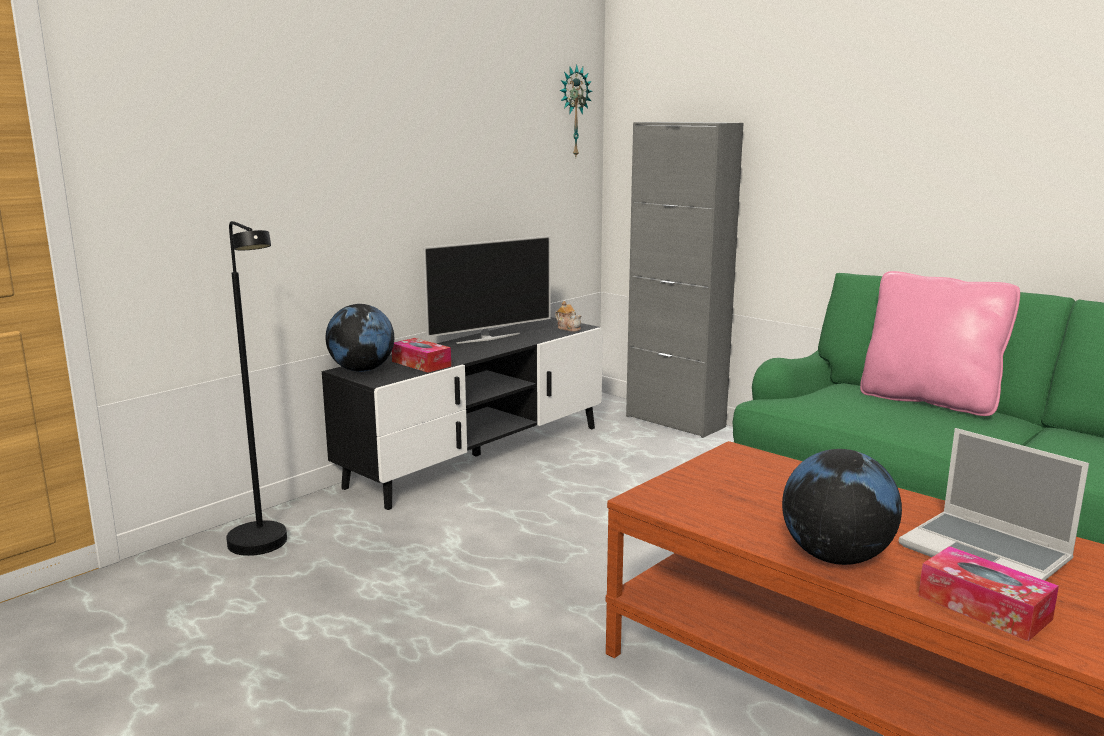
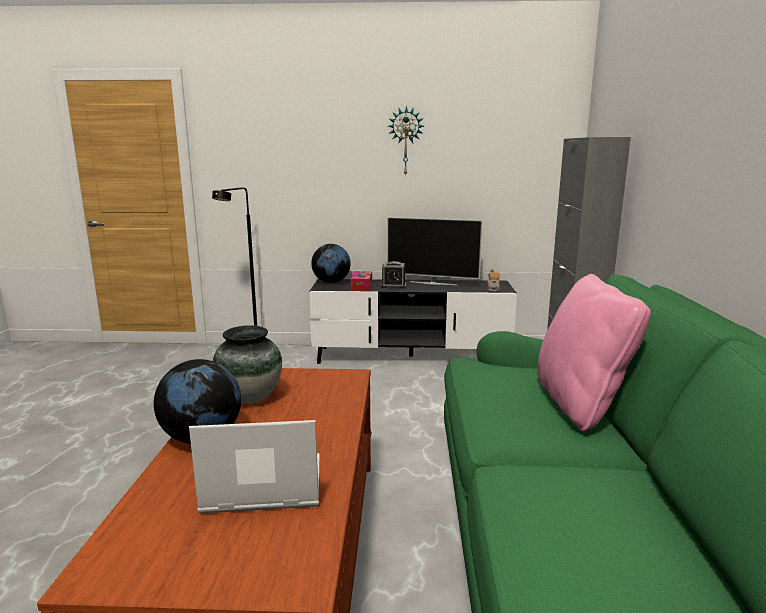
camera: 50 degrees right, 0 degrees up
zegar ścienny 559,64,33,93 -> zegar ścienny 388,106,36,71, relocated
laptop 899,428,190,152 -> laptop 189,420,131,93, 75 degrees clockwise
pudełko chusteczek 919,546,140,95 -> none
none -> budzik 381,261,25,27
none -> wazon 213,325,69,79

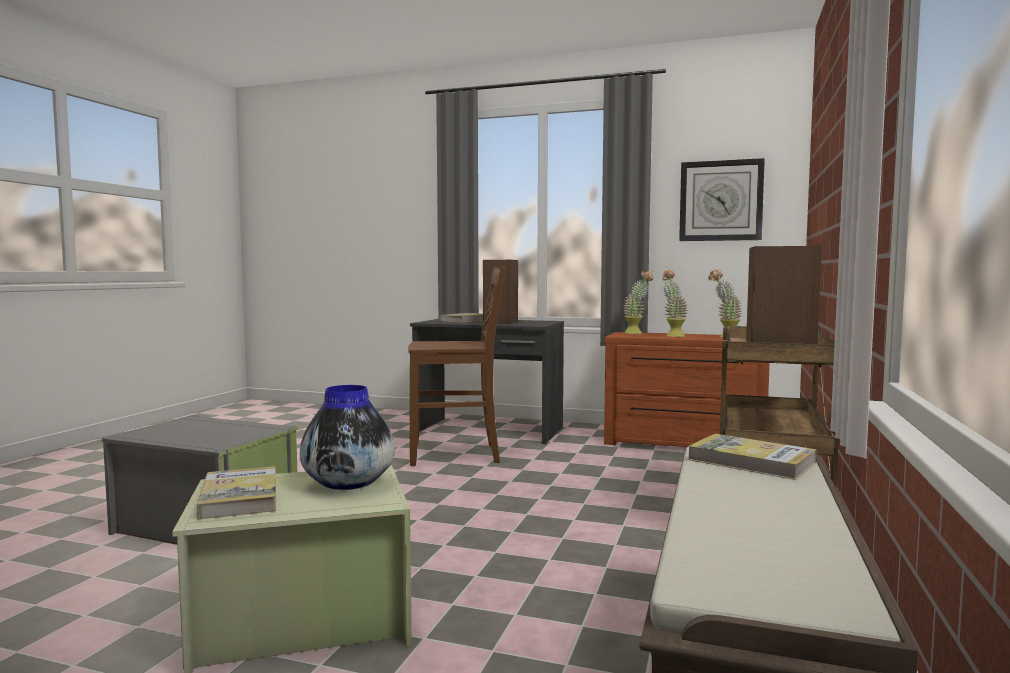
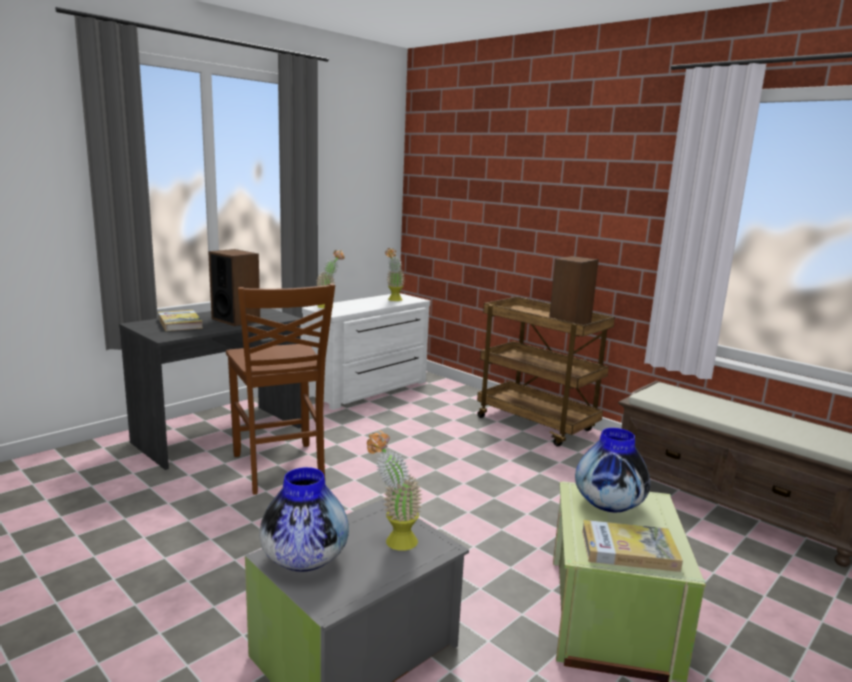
camera: 65 degrees left, 10 degrees up
zegar ścienny 679,158,86,83 -> none
krzesło (brązowy) 408,267,98,199 -> krzesło (brązowy) 226,283,109,212, 135 degrees clockwise
roślina doniczkowa 662,270,26,67 -> roślina doniczkowa 367,431,55,120, relocated
komoda (brązowy) 604,332,166,115 -> komoda (biały) 302,293,128,117
książka 688,434,128,46 -> none
none -> wazon 259,467,90,105

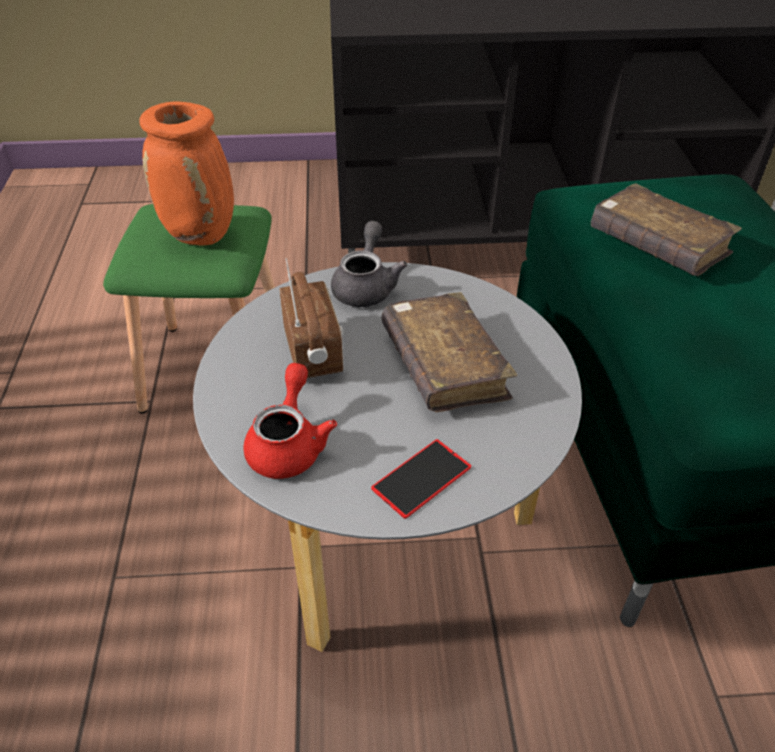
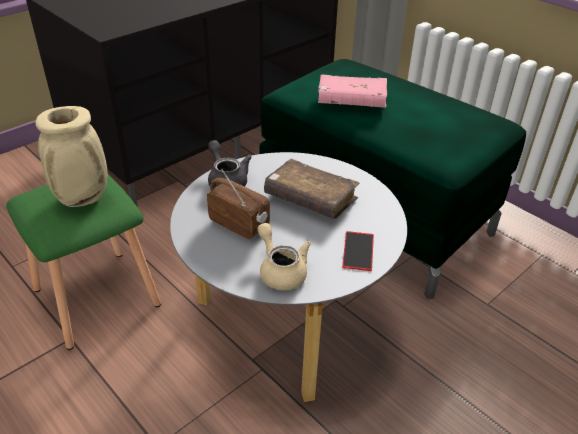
camera: 40 degrees left, 5 degrees down
wazon (pomarańczowy) 139,102,95,143 -> wazon (beżowy) 35,106,73,101
książka (brązowy) 591,183,151,93 -> książka (różowy) 318,74,69,34
imbryk (czerwony) 244,363,93,116 -> imbryk (beżowy) 258,223,53,67

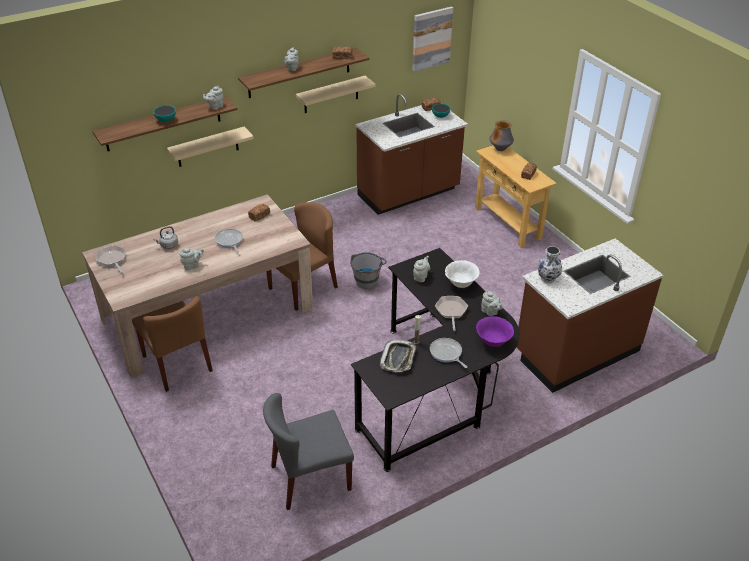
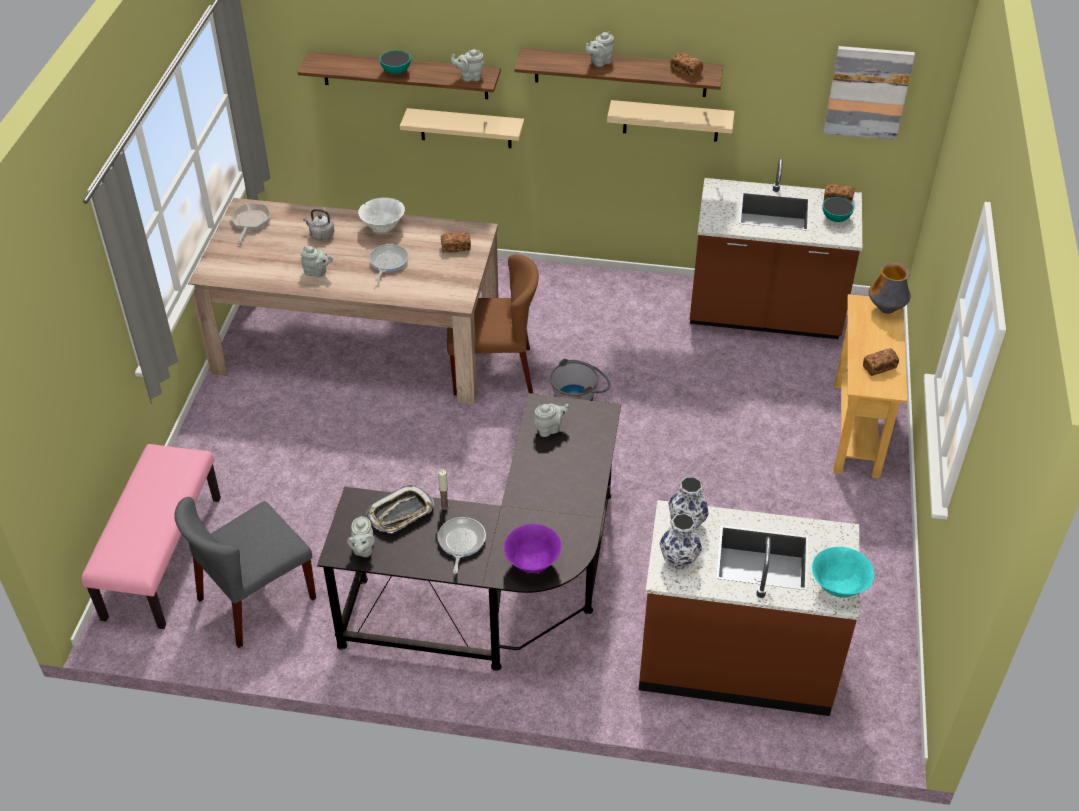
camera: 40 degrees right, 5 degrees up
miska (biały) 445,260,35,28 -> miska (biały) 358,198,47,34, relocated
imbryk (szary) 481,290,22,26 -> imbryk (szary) 347,516,28,41, relocated
krzesło (brązowy) 132,296,81,96 -> none
patelnia 435,296,33,35 -> none
krzesło (szary) 263,393,91,117 -> krzesło (szary) 175,497,141,151, 60 degrees counterclockwise
none -> ławka (różowy) 81,444,140,185
none -> wazon 659,513,43,58
none -> miska (turkusowy) 812,547,63,51

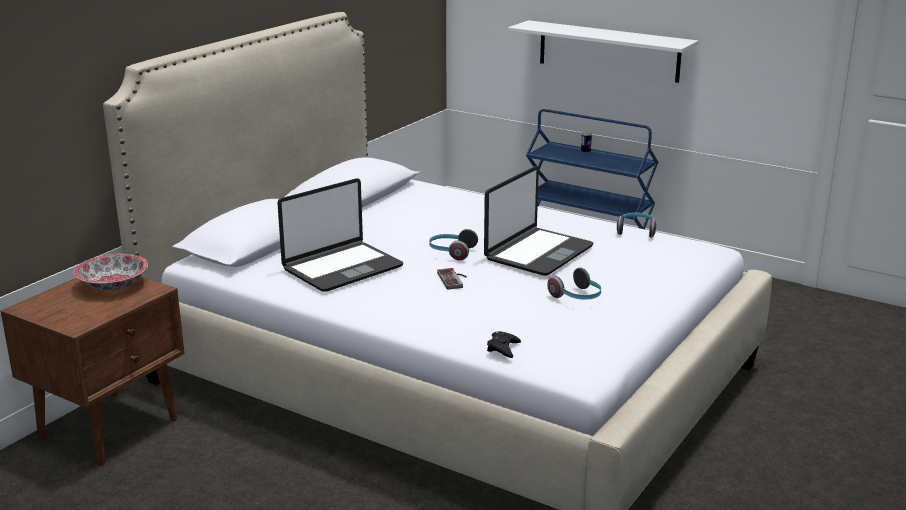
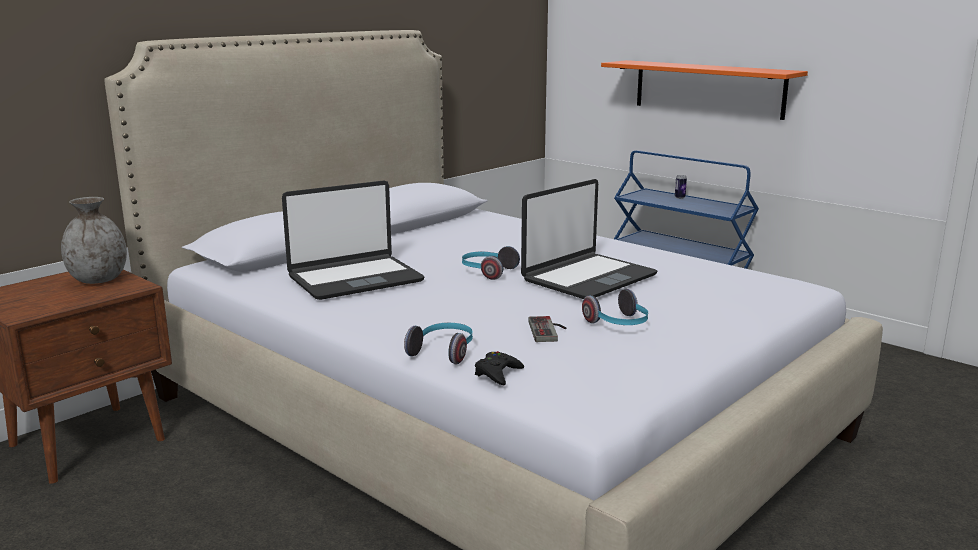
camera: 10 degrees right, 5 degrees down
półka (biały) 508,20,191,63 -> półka (pomarańczowy) 601,60,207,60
słuchawki 617,212,39,26 -> słuchawki 404,323,69,41, relocated
miska 74,254,74,37 -> wazon (szary) 61,197,66,87
pad do gier 437,268,30,22 -> pad do gier 528,316,38,26, relocated

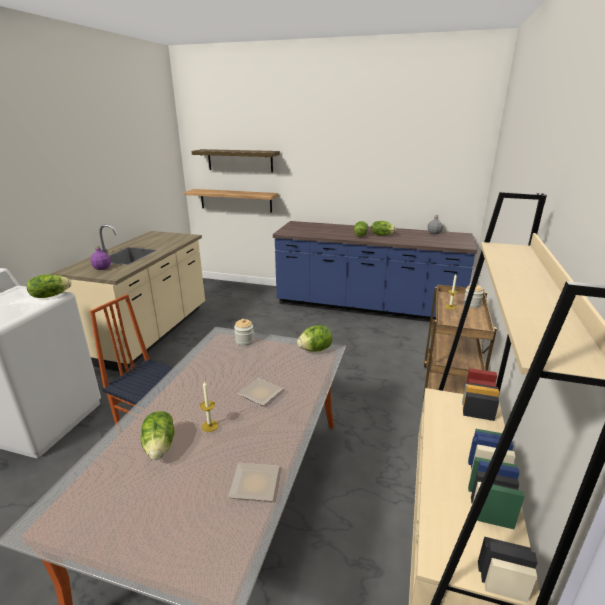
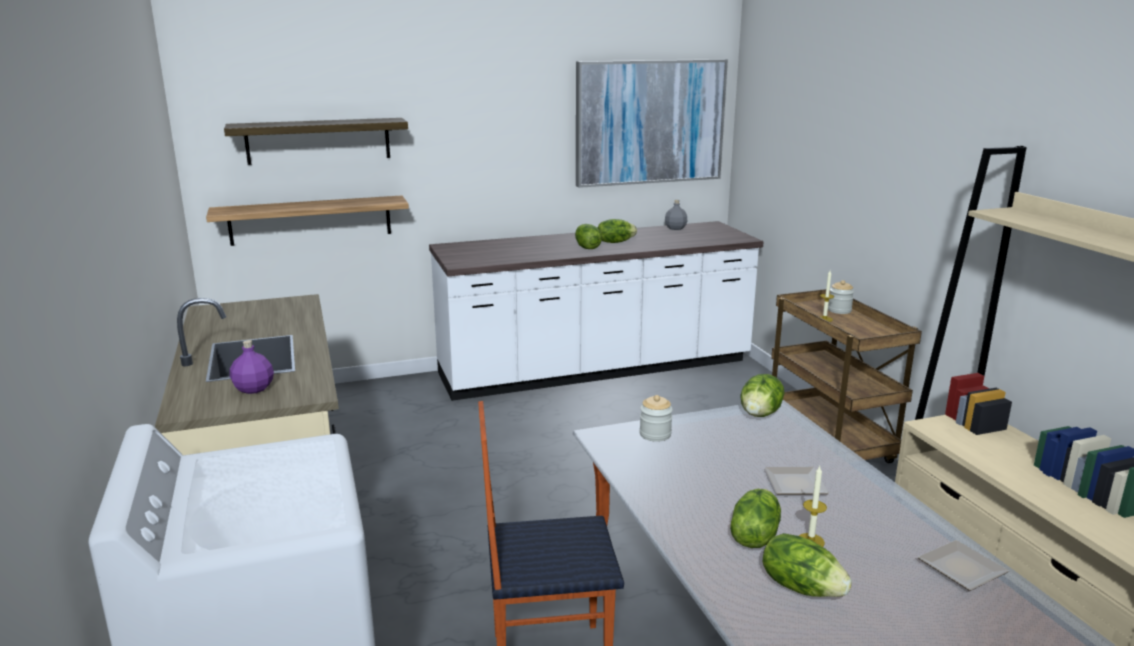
camera: 35 degrees left, 5 degrees down
zabudowa kuchenna (niebieski) 273,221,204,101 -> zabudowa kuchenna (biały) 429,221,335,180
sałata 27,274,44,24 -> sałata 730,489,51,59, relocated
none -> obraz 576,59,152,129

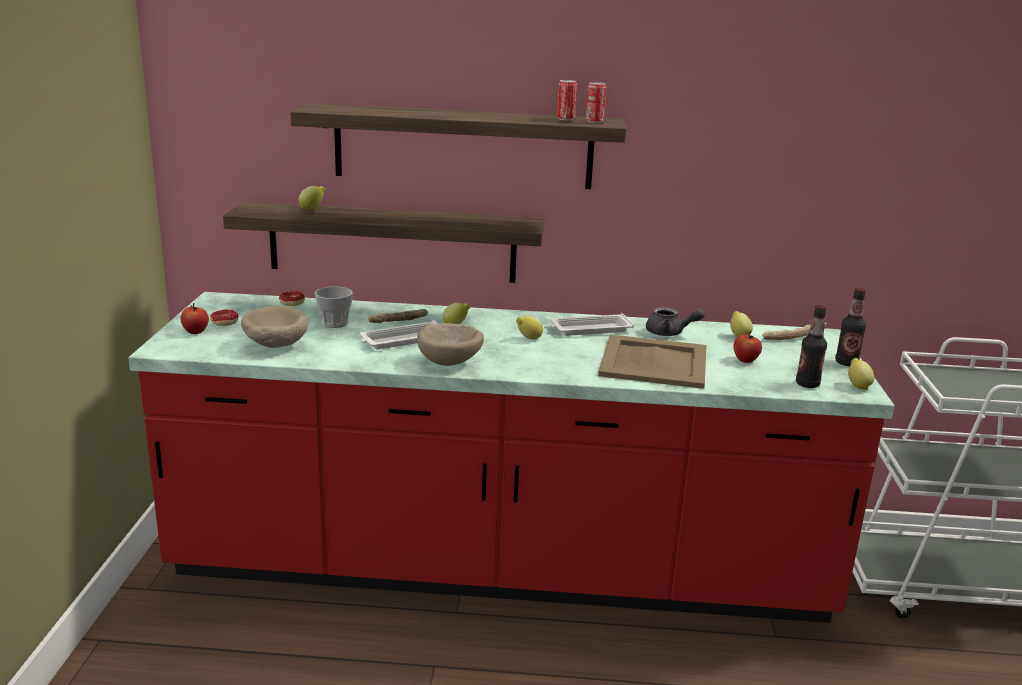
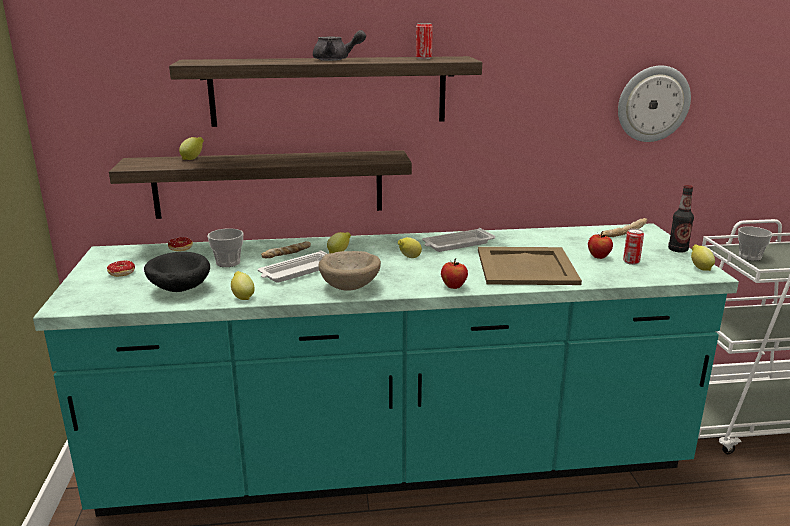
camera: 10 degrees left, 0 degrees up
puszka 586,82,20,41 -> puszka 623,228,21,37, relocated
zabudowa kuchenna (czerwony) 129,292,766,331 -> zabudowa kuchenna (turkusowy) 33,223,706,294
jabłko 181,303,28,31 -> jabłko 441,258,27,31, relocated
butelka 796,305,31,83 -> none
miska (beżowy) 241,306,67,42 -> miska (czarny) 144,252,66,40
imbryk (szary) 646,307,59,29 -> imbryk (szary) 313,30,53,31, relocated
cytryna 730,311,23,26 -> cytryna 231,271,24,29, relocated
none -> zegar ścienny 618,65,73,77
none -> filiżanka 738,226,35,35

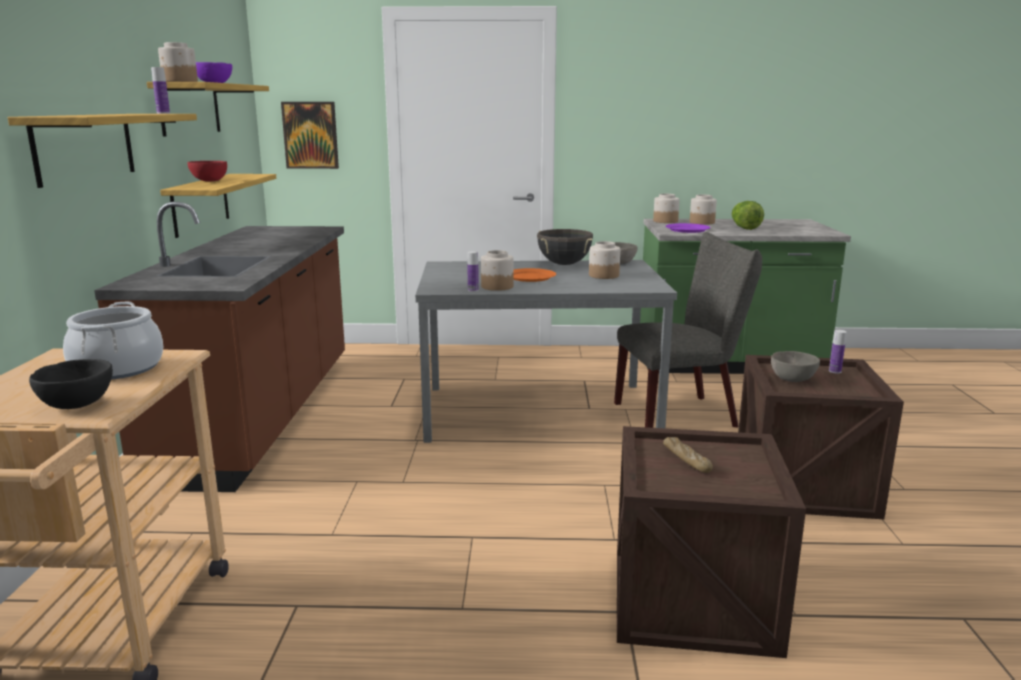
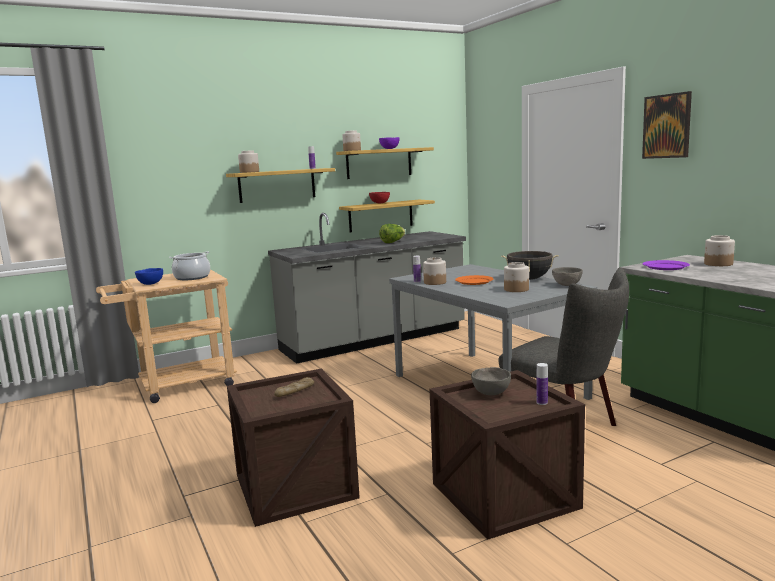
camera: 60 degrees right, 5 degrees down
obraz 281,102,58,67 -> obraz 642,91,50,68, relocated
słoik 653,194,27,29 -> słoik 238,150,21,23, relocated
sałata 732,201,32,29 -> sałata 379,224,26,19, relocated
zabudowa kuchenna (brązowy) 94,202,251,290 -> zabudowa kuchenna (szary) 268,213,198,151
miska (czarny) 29,359,84,50 -> miska (niebieski) 135,268,28,17

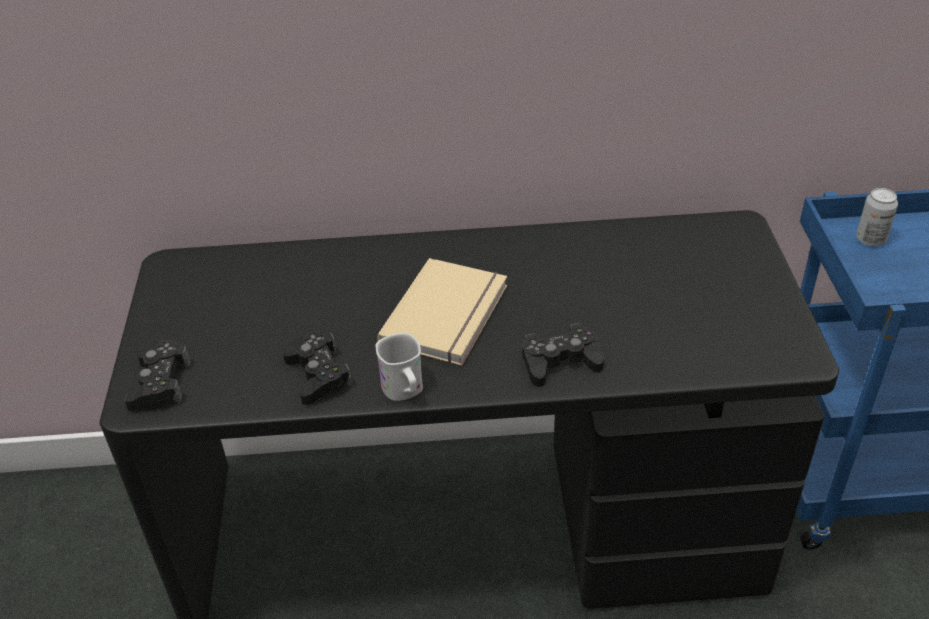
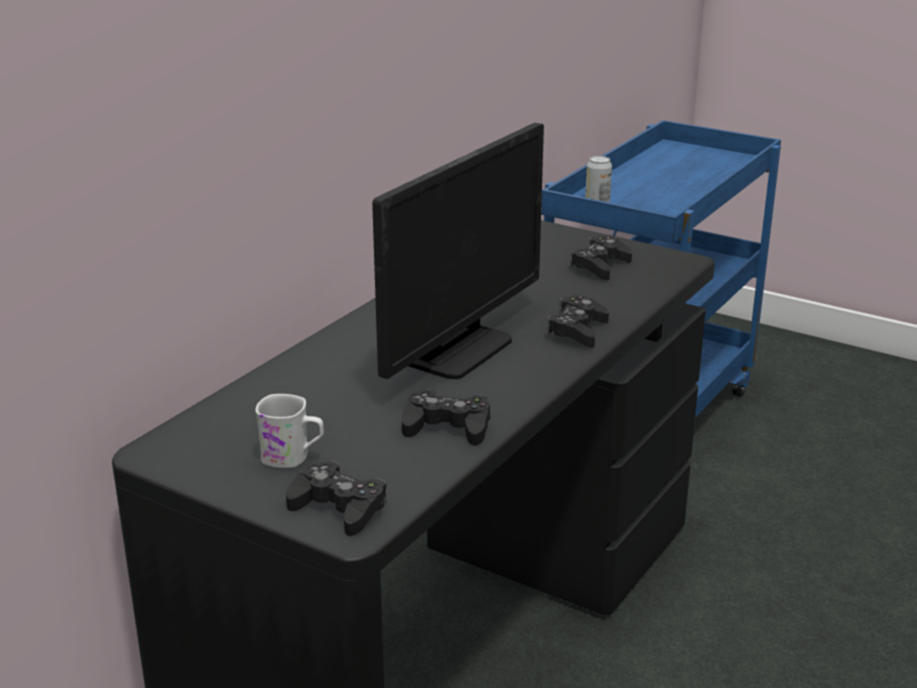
camera: 55 degrees left, 15 degrees down
książka (beżowy) 377,258,130,108 -> monitor 372,123,172,256
kubek (biały) 375,333,48,68 -> kubek (biały) 255,394,69,74, relocated
none -> pad do gier (czarny) 570,236,62,44

